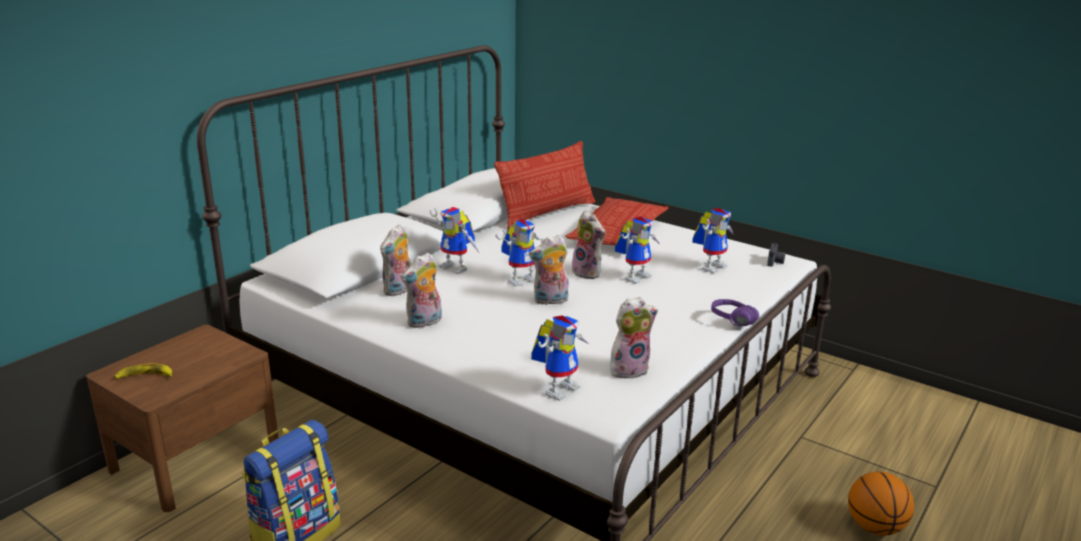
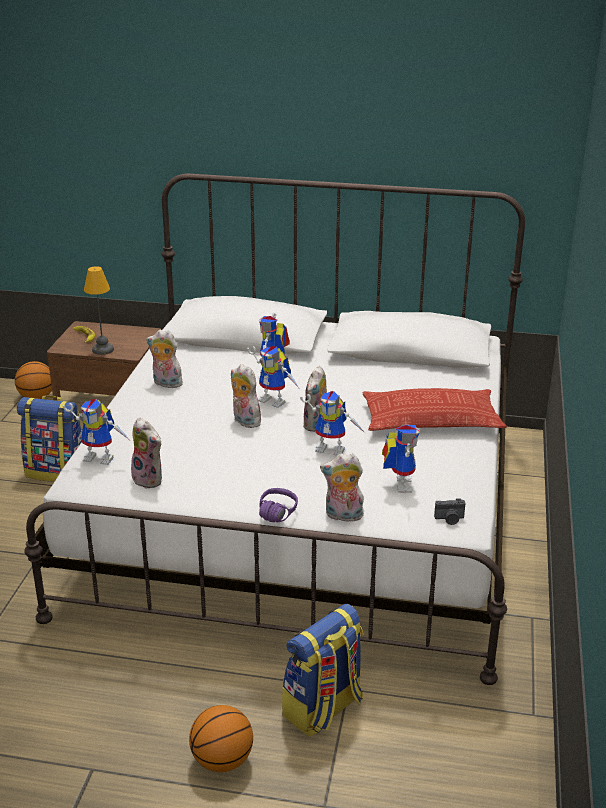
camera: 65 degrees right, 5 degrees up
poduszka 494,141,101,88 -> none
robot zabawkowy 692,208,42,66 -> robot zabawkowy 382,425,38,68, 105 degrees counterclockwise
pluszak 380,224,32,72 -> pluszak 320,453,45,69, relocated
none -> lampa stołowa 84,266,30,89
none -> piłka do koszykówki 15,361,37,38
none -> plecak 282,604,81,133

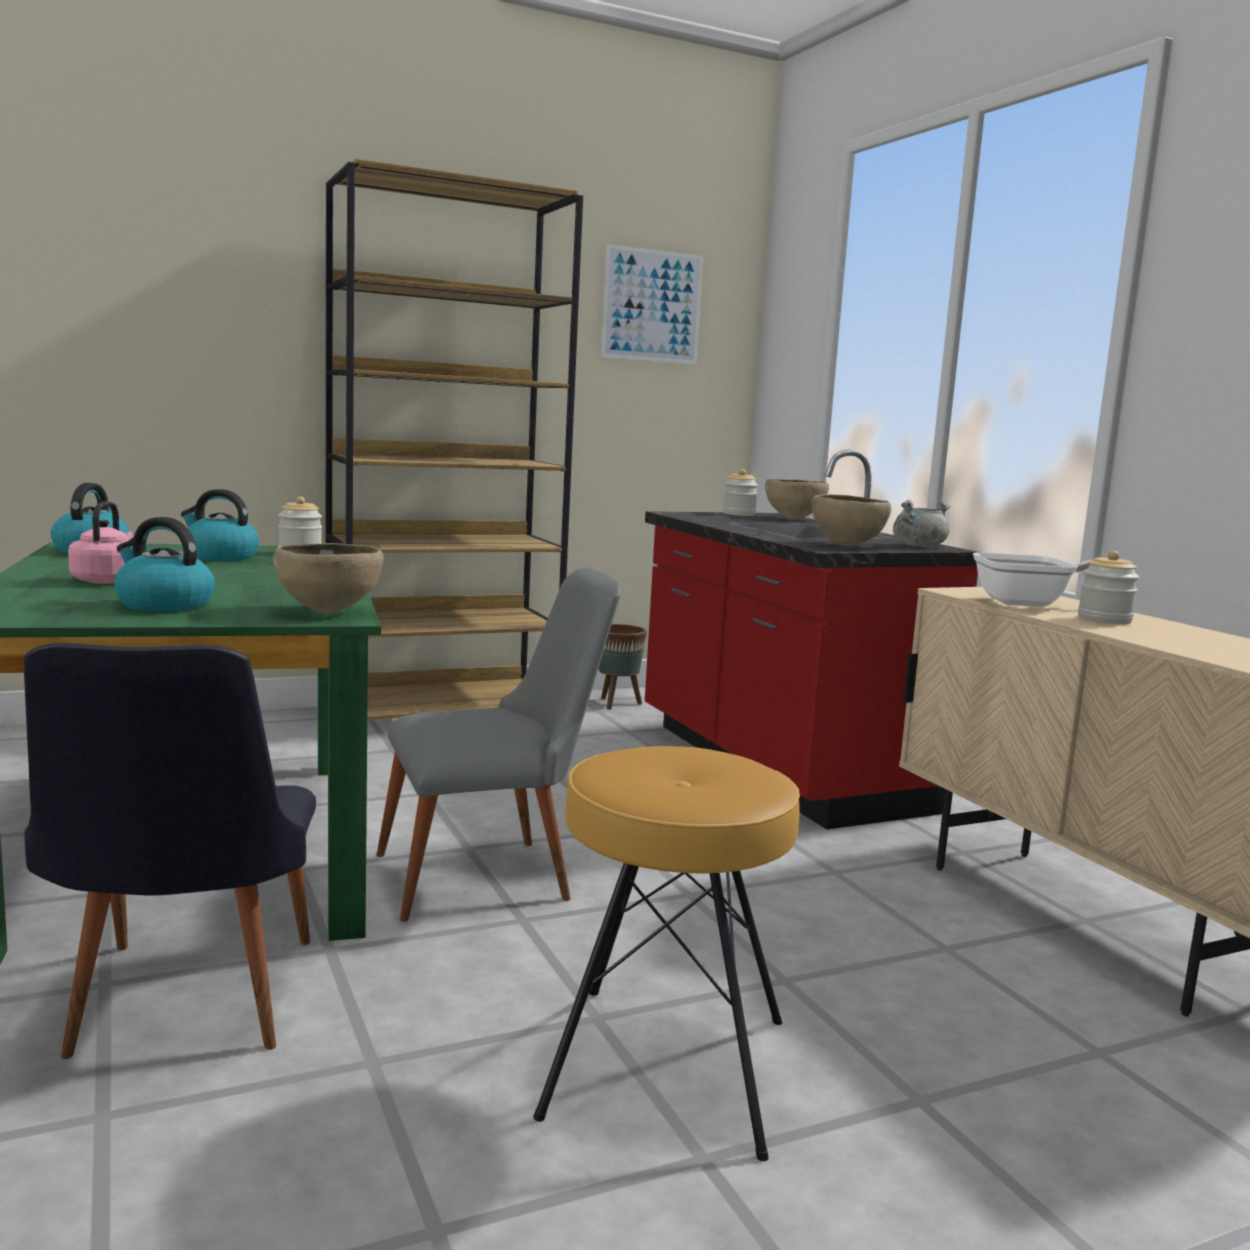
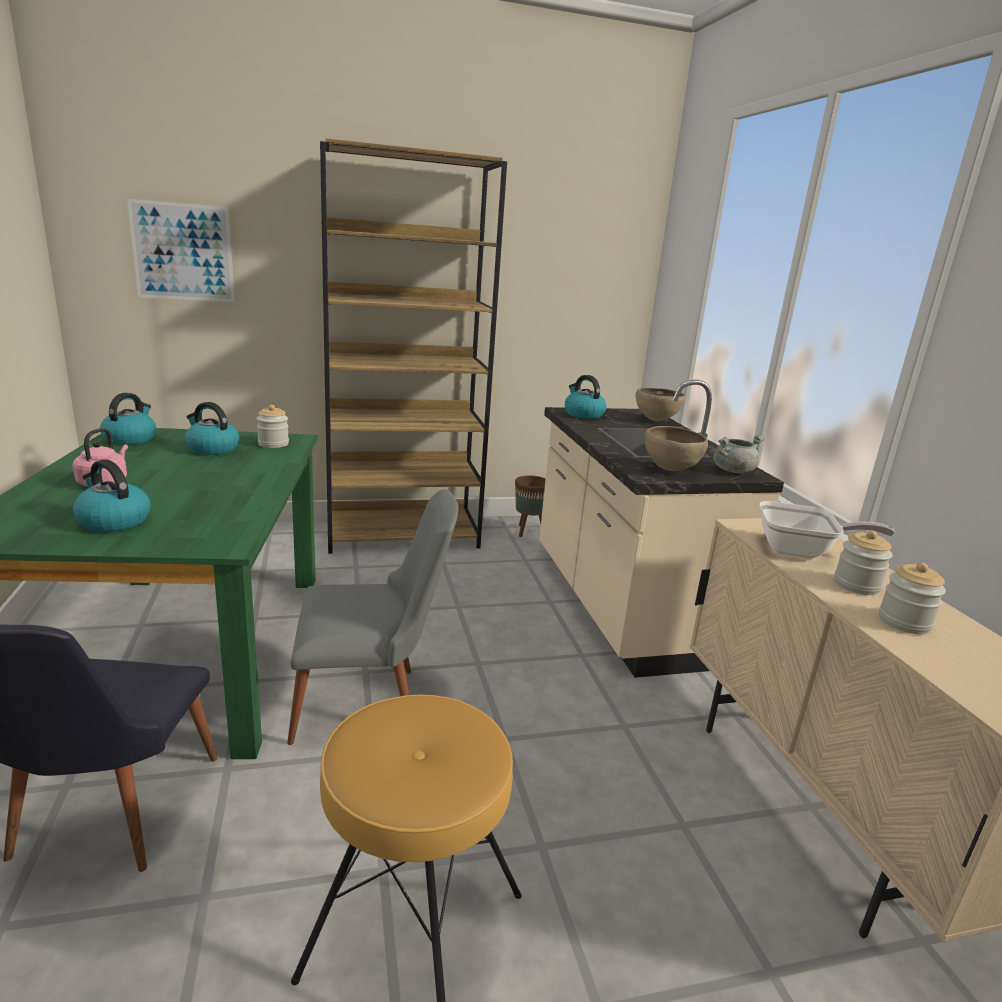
camera: 10 degrees right, 10 degrees up
obraz 601,244,103,120 -> obraz 127,199,108,103, relocated
zabudowa kuchenna (czerwony) 645,450,338,379 -> zabudowa kuchenna (beżowy) 539,380,245,298
słoik 723,469,35,47 -> słoik 879,563,67,71, relocated
miska (brązowy) 273,543,110,70 -> none
none -> czajnik 565,375,41,44

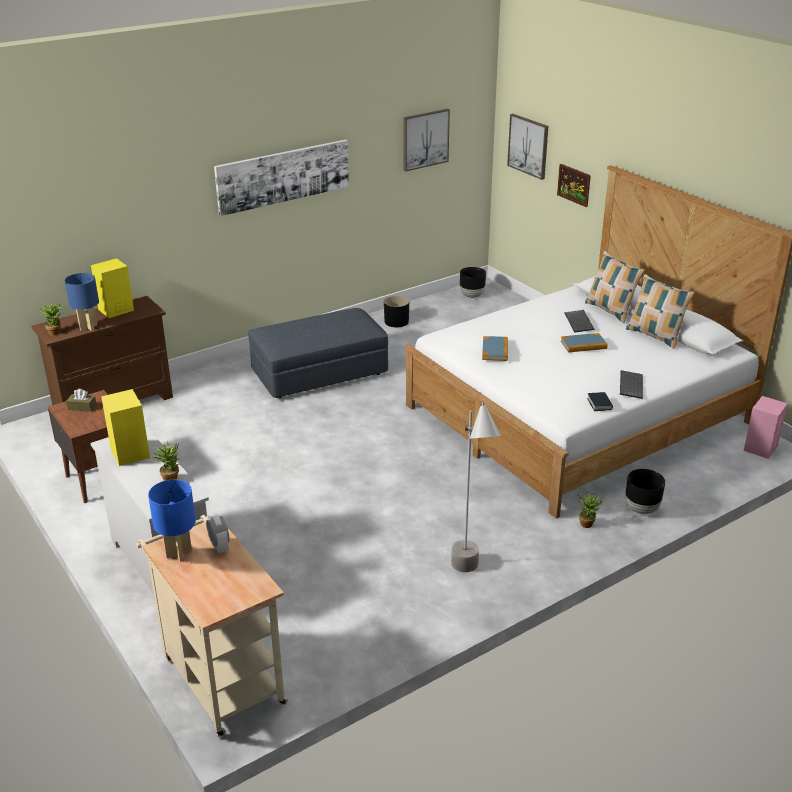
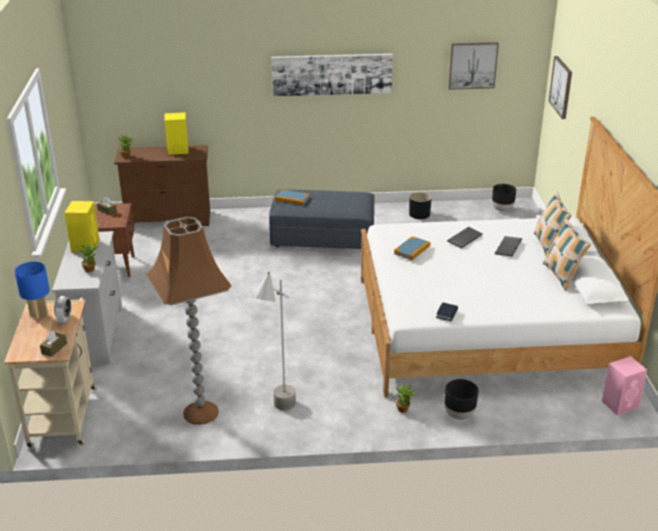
camera: 30 degrees right, 0 degrees up
obraz 557,164,34,43 -> none
lampa stołowa (niebieski) 65,273,34,58 -> none
książka 561,333,47,20 -> książka 275,190,35,15, relocated
klawiatura 620,370,23,29 -> klawiatura 447,227,36,22, relocated
none -> lampa stojąca (brązowy) 146,217,85,208
none -> pudełko chusteczek (brązowy) 40,331,27,26

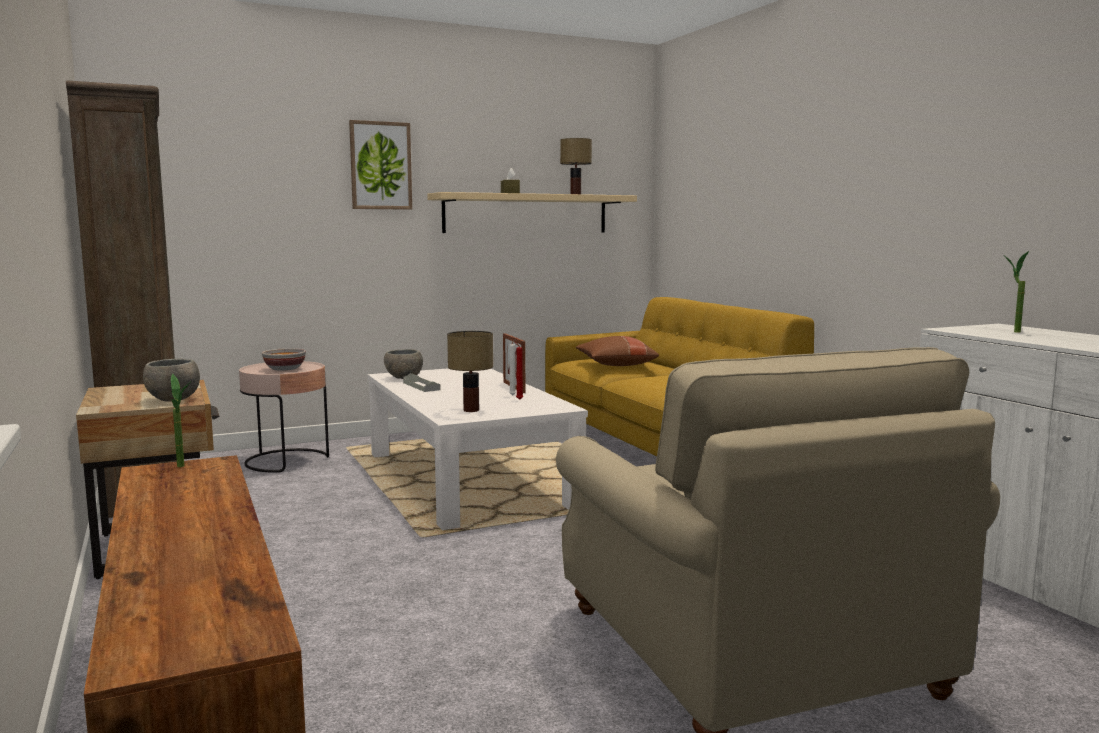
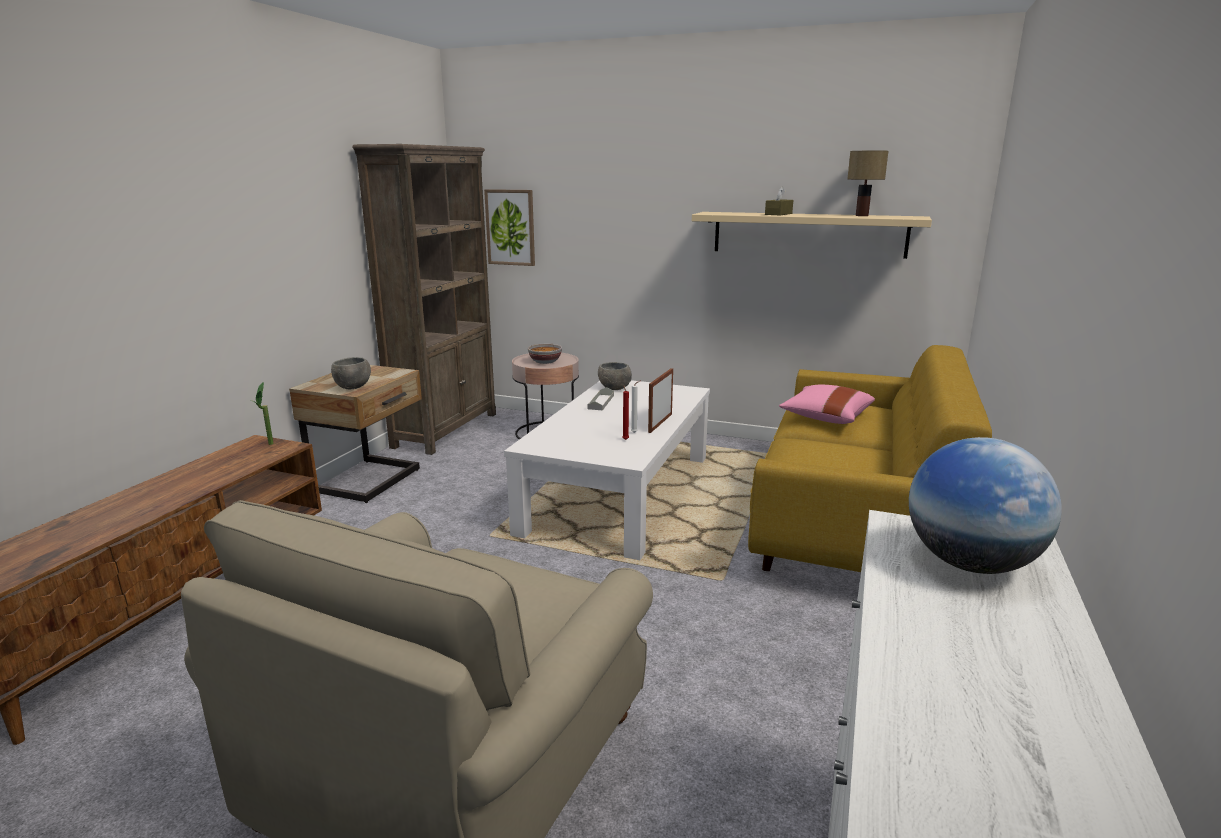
camera: 45 degrees right, 10 degrees up
obraz 349,120,63,90 -> obraz 484,189,51,77, relocated
roślina doniczkowa 1005,251,24,82 -> globus 909,437,153,137
lampa stołowa 447,331,46,81 -> none
poduszka (brązowy) 576,336,83,30 -> poduszka (różowy) 779,385,96,39

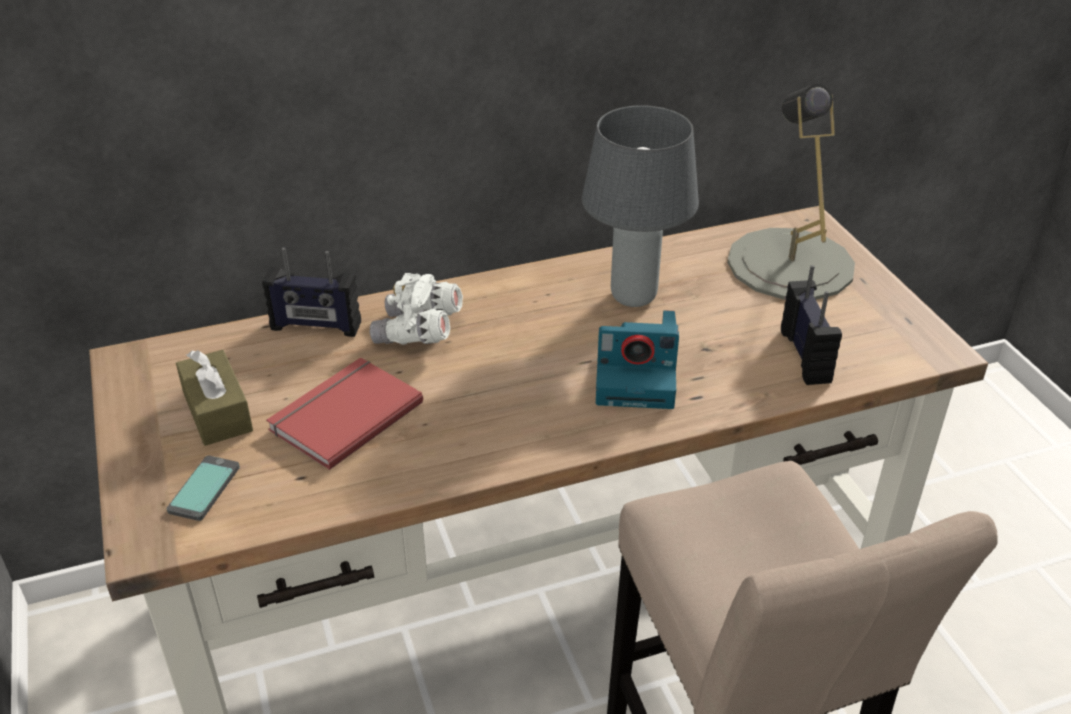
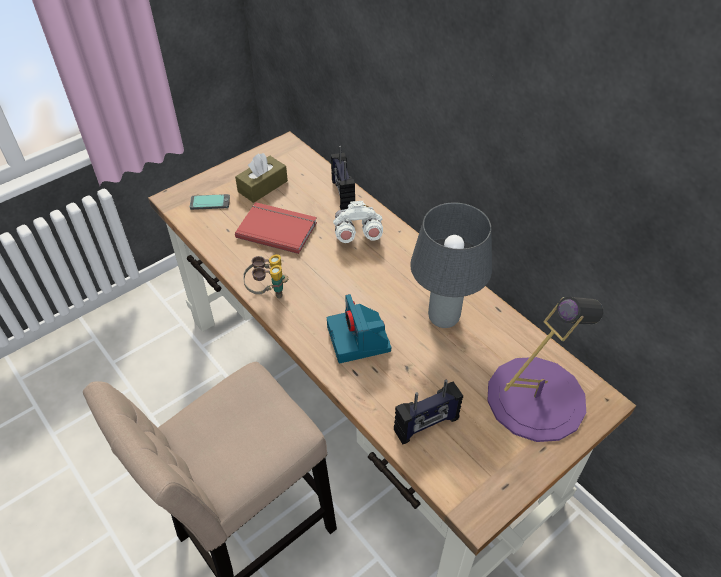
camera: 70 degrees right, 10 degrees up
lampa stołowa (szary) 727,84,128,216 -> lampa stołowa (fioletowy) 487,297,116,145
none -> lornetka 243,254,45,45

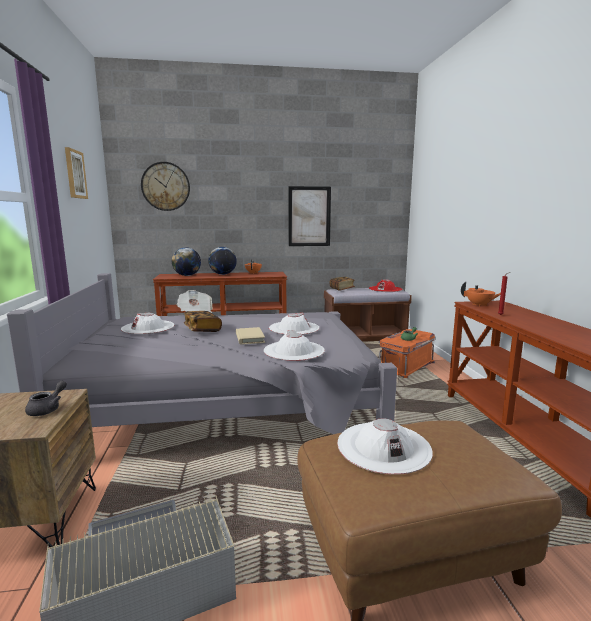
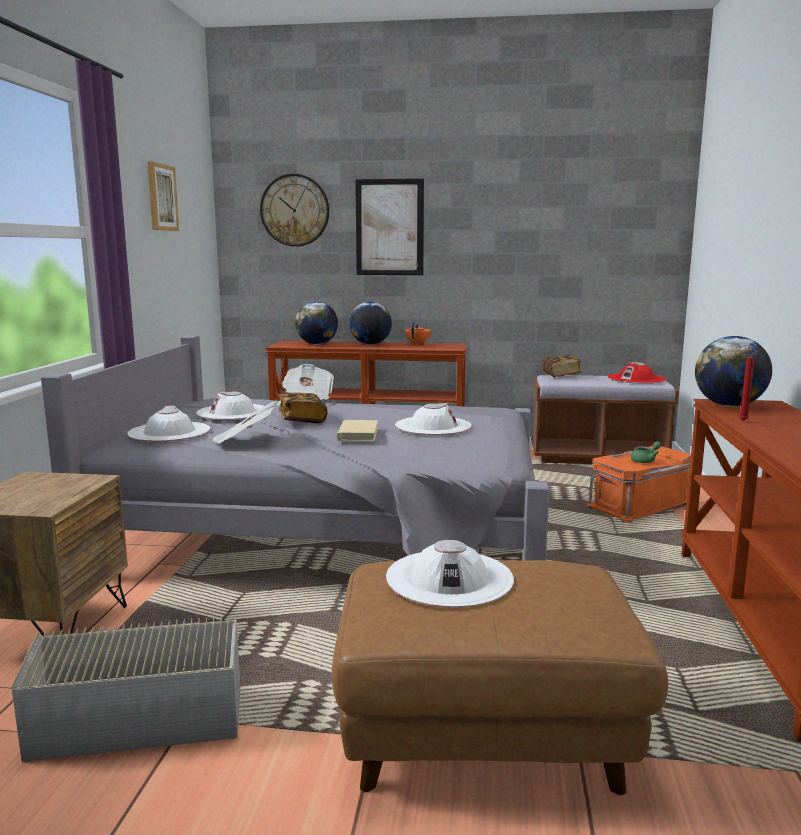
camera: 15 degrees right, 0 degrees up
obraz 288,186,43,60 -> obraz 355,178,69,97, relocated
imbryk (pomarańczowy) 461,282,40,25 -> globus 695,336,77,71
kapelusz (biały) 264,330,61,31 -> kapelusz (biały) 127,405,83,37, relocated
imbryk (szary) 25,381,42,35 -> none
none -> gazeta 213,401,68,43

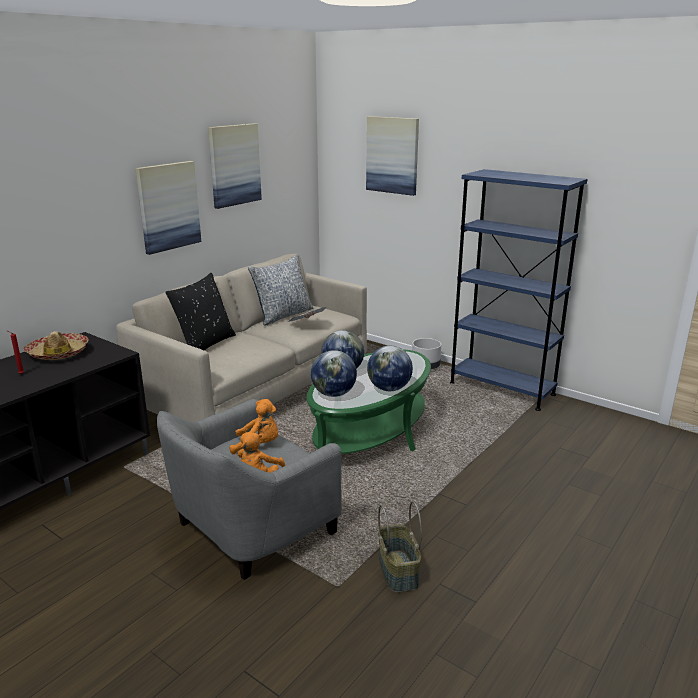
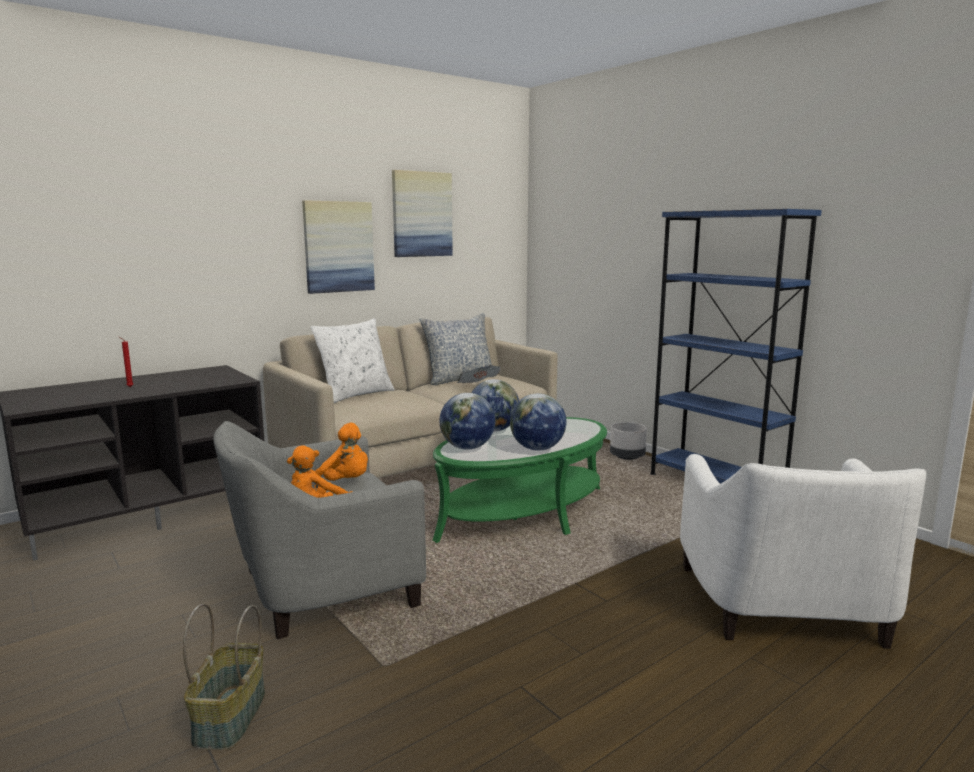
camera: 15 degrees right, 10 degrees down
obraz 366,116,53,80 -> none
poduszka (czarny) 165,272,71,78 -> poduszka (biały) 311,318,84,85
kapelusz 23,331,66,29 -> none
koszyk 378,501,44,91 -> koszyk 183,603,82,147, relocated
none -> fotel (biały) 680,454,246,195

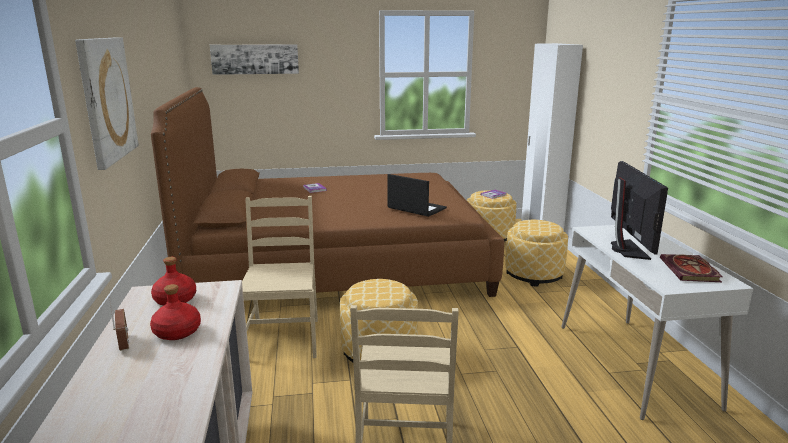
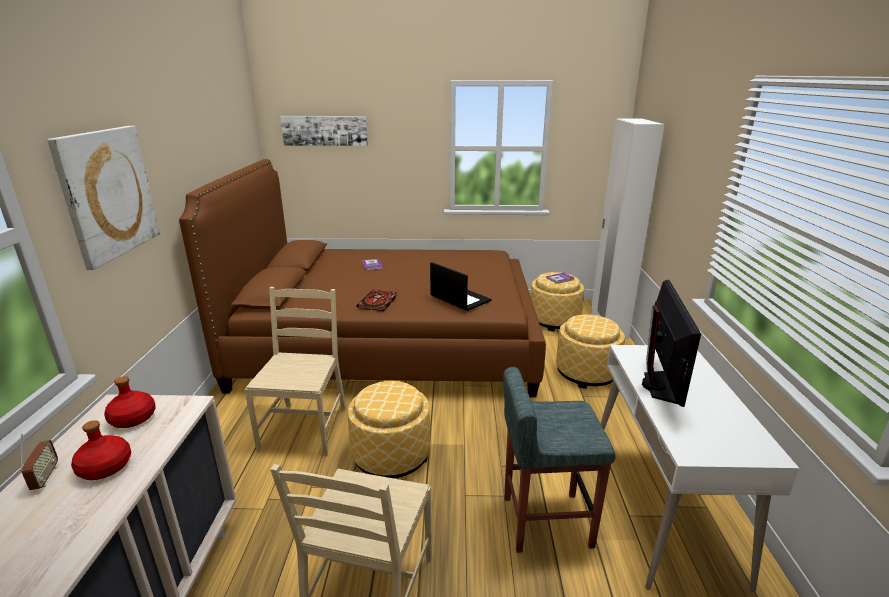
camera: 10 degrees right, 5 degrees up
książka 660,254,63,28 -> książka 356,289,41,22, relocated
none -> stołek (szary) 503,367,113,186

